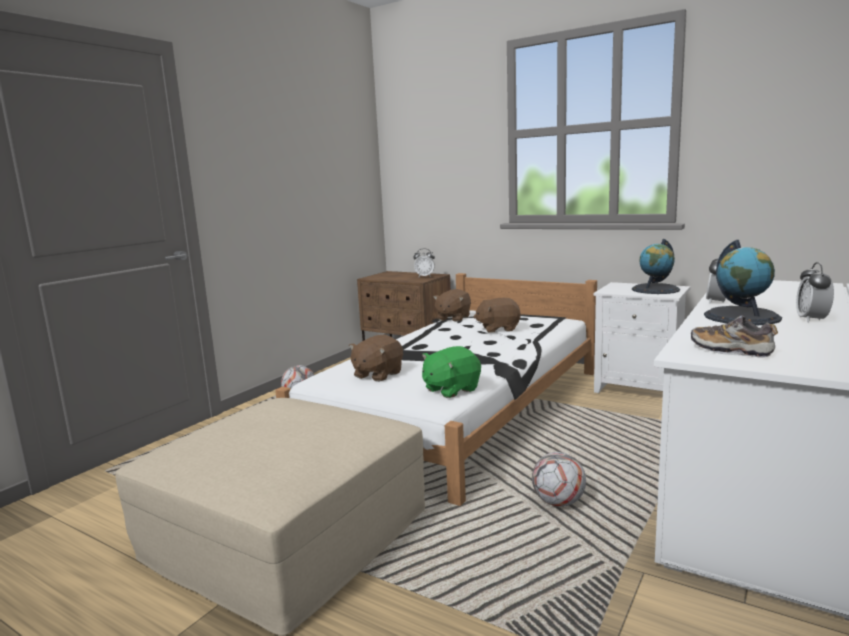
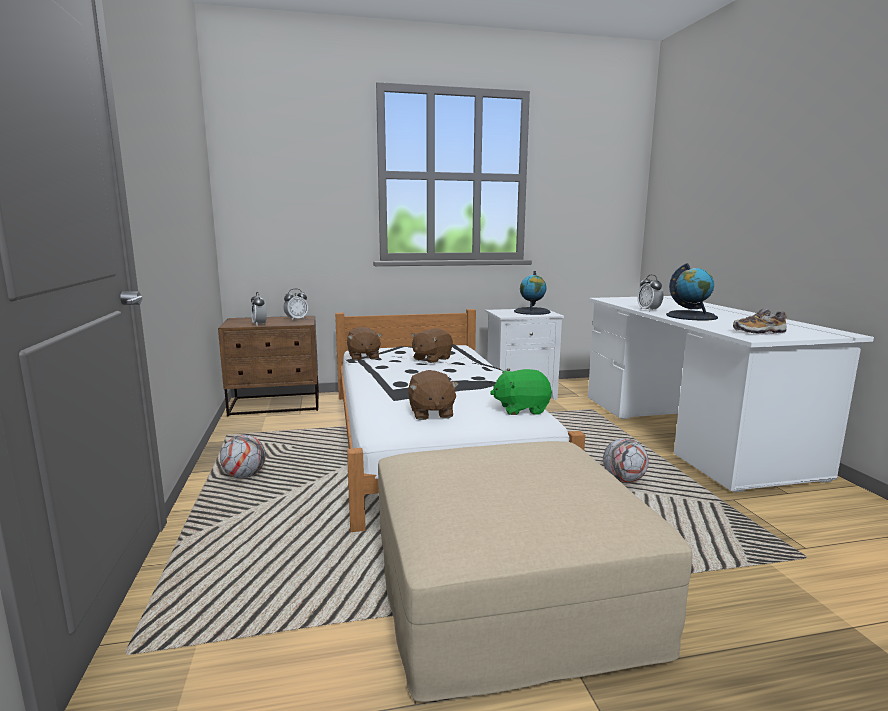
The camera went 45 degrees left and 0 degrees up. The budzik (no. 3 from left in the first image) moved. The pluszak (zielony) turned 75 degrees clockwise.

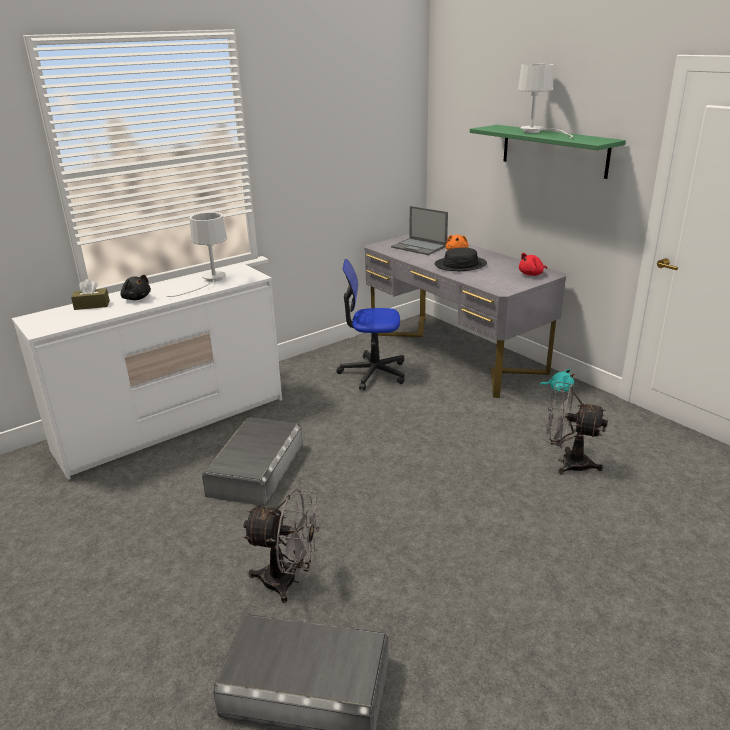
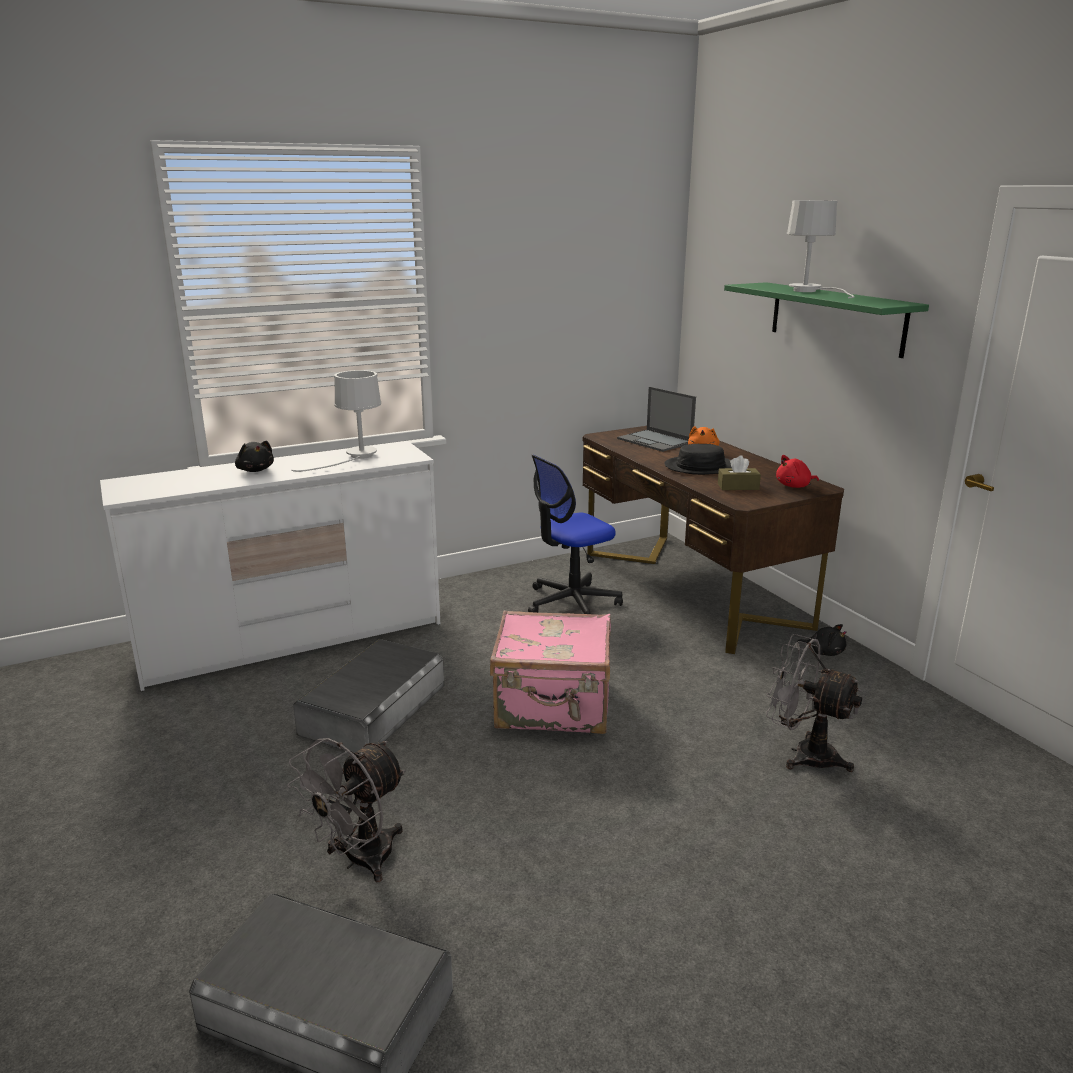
The camera went 10 degrees right and 5 degrees down. The biurko (szary) became the biurko (brązowy). The krzesło biurowe turned 45 degrees counterclockwise. The pudełko chusteczek (brązowy) moved. The pluszak (turkusowy) became the pluszak (czarny) (no. 2 from left). The wentylator (szary) (no. 1 from left) turned 105 degrees clockwise. The walizka (różowy) appeared.

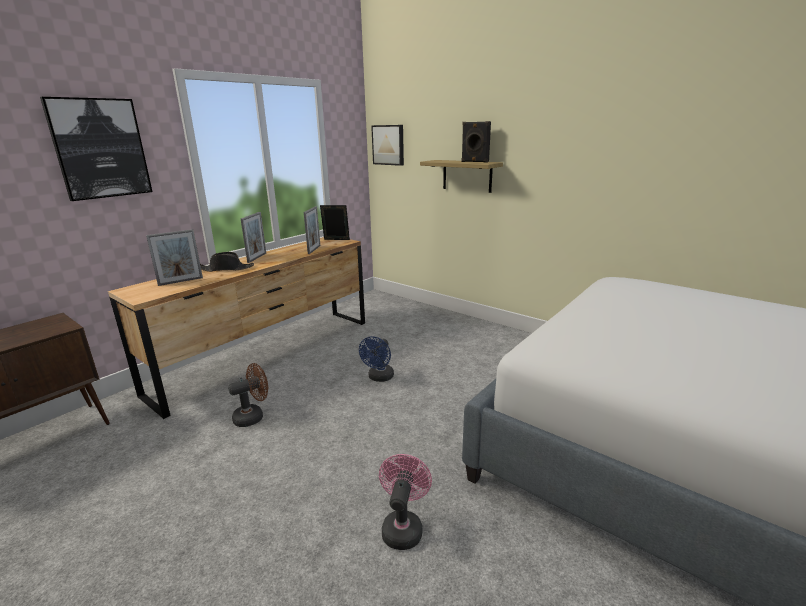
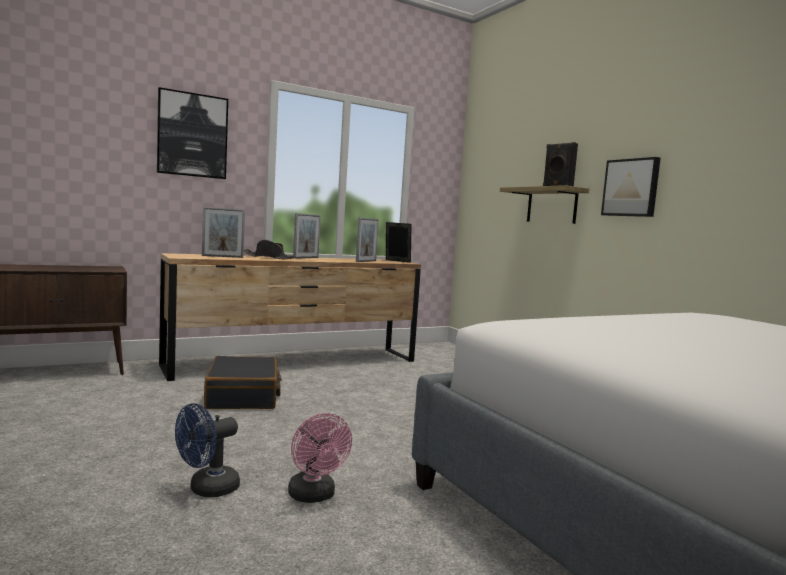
The camera went 20 degrees right and 15 degrees down. The obraz (no. 2 from left) moved. The wentylator (niebieski) moved. The wentylator (brązowy) was replaced by the walizka (czarny). The wentylator (różowy) turned 120 degrees clockwise.

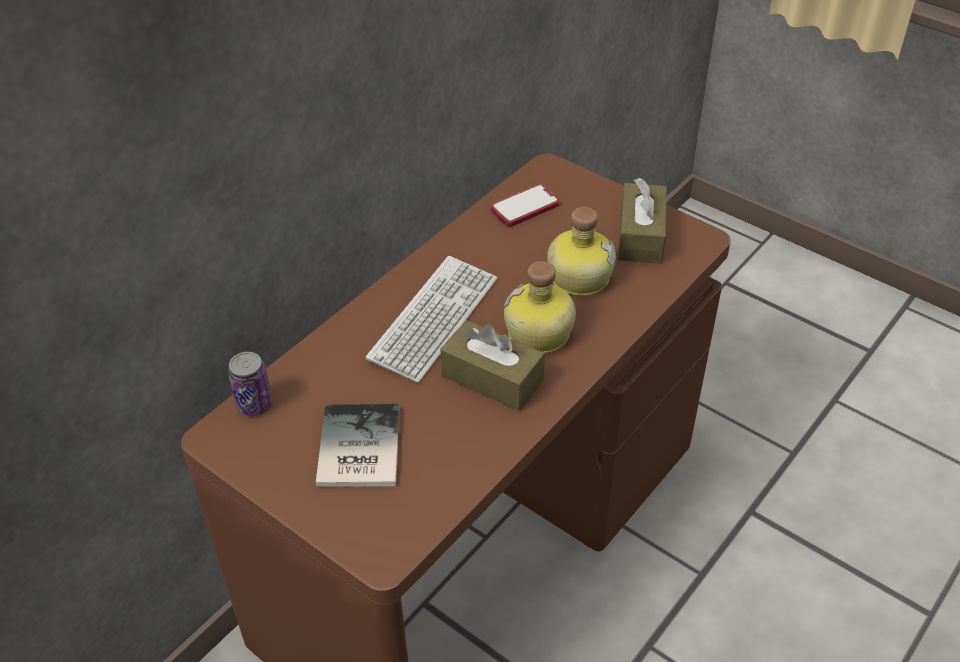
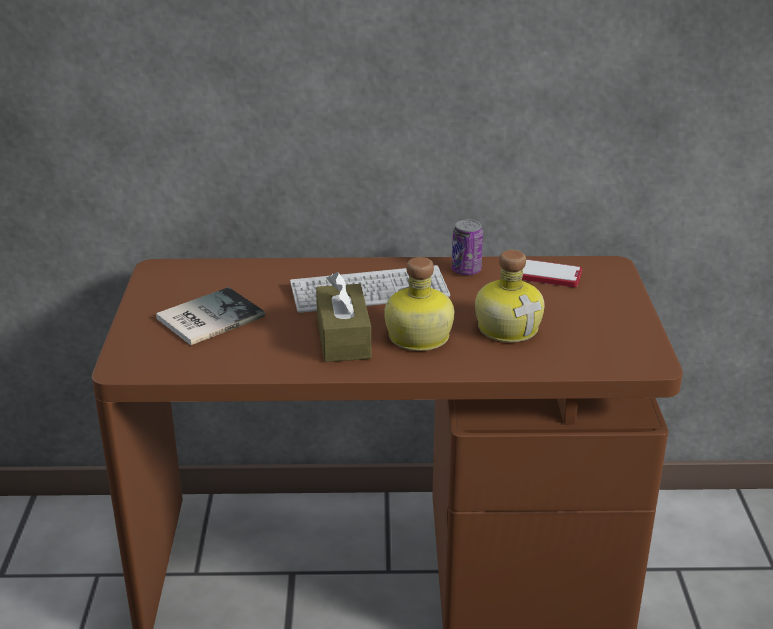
The camera went 50 degrees right and 15 degrees down. The pudełko chusteczek (brązowy) (no. 2 from left) disappeared. The puszka moved.

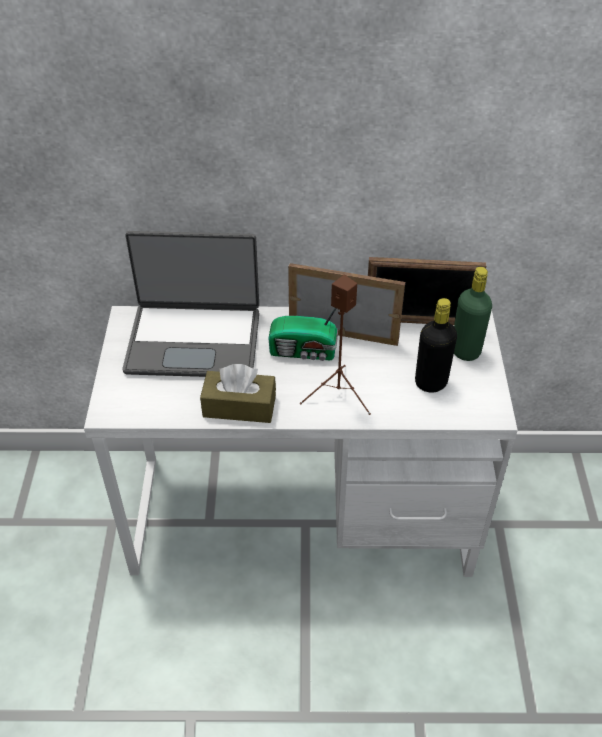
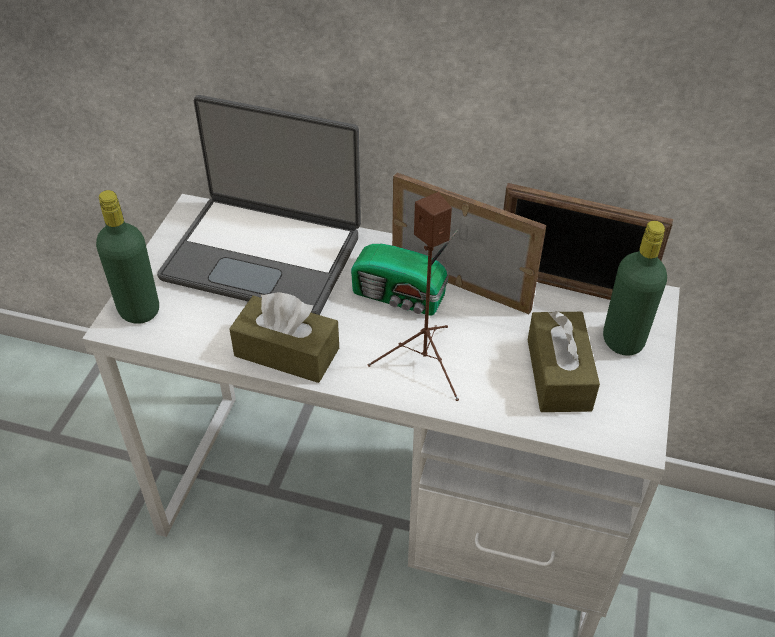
The camera went 15 degrees right and 0 degrees up. The butelka (czarny) was replaced by the pudełko chusteczek (brązowy) (no. 2 from left). The butelka (zielony) (no. 1 from left) appeared.

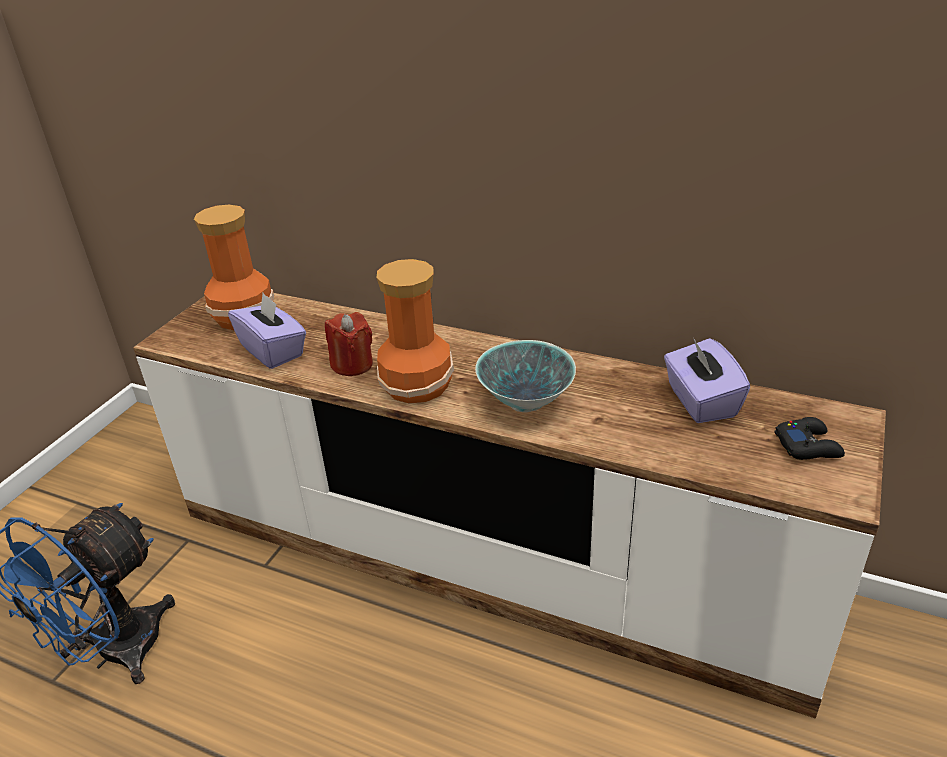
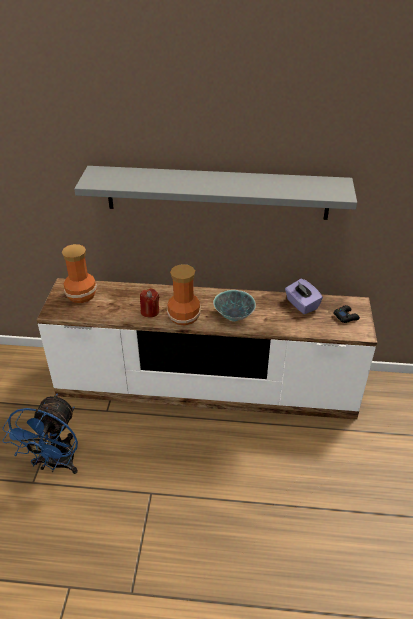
The camera went 20 degrees left and 5 degrees up. The pudełko chusteczek (fioletowy) (no. 1 from left) disappeared. The półka (szary) appeared.

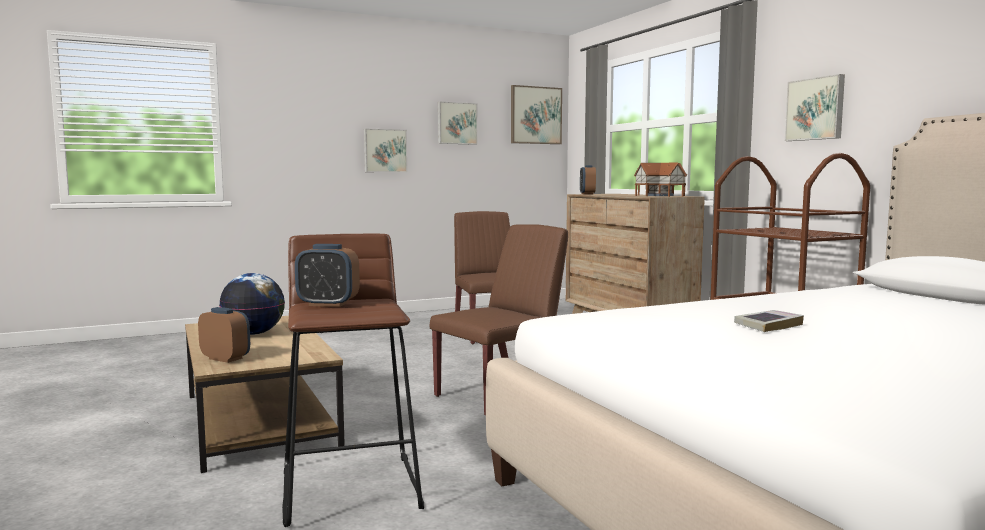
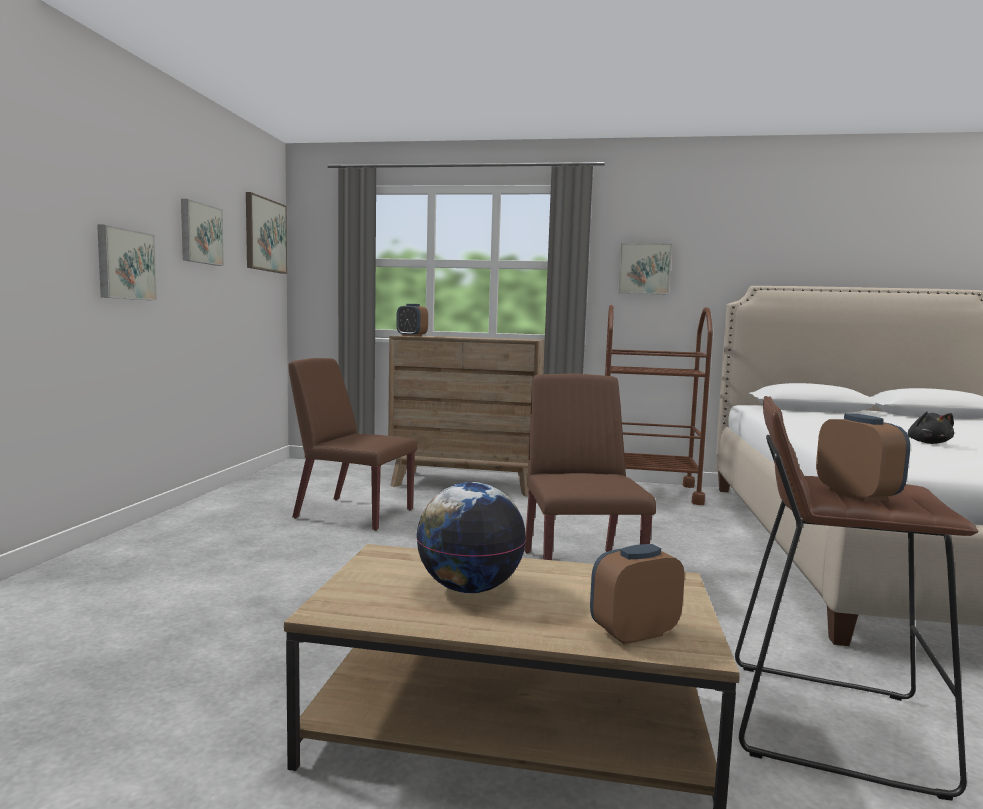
The camera went 55 degrees left and 0 degrees up. The domek disappeared. The budzik (no. 2 from left in the first image) turned 60 degrees counterclockwise. The książka was replaced by the pluszak (czarny).

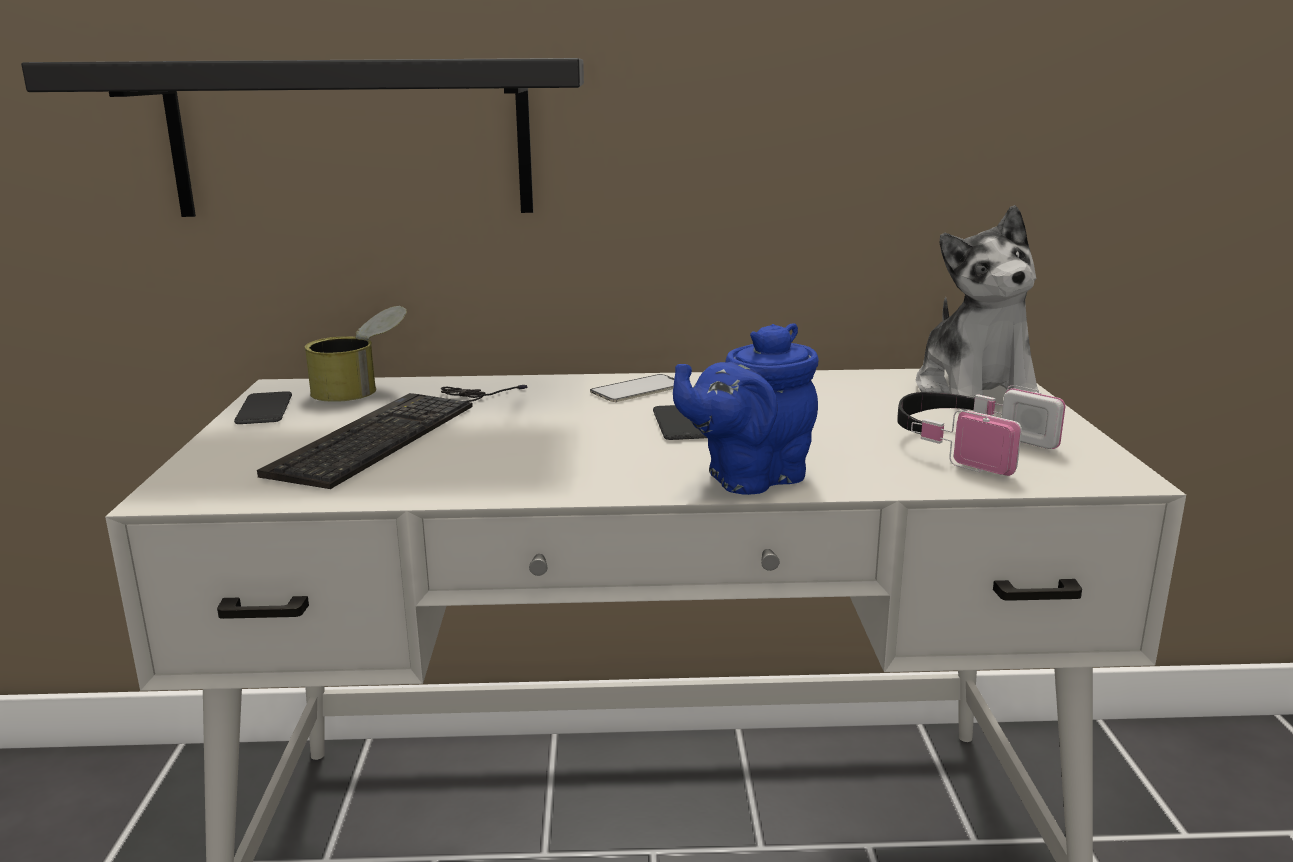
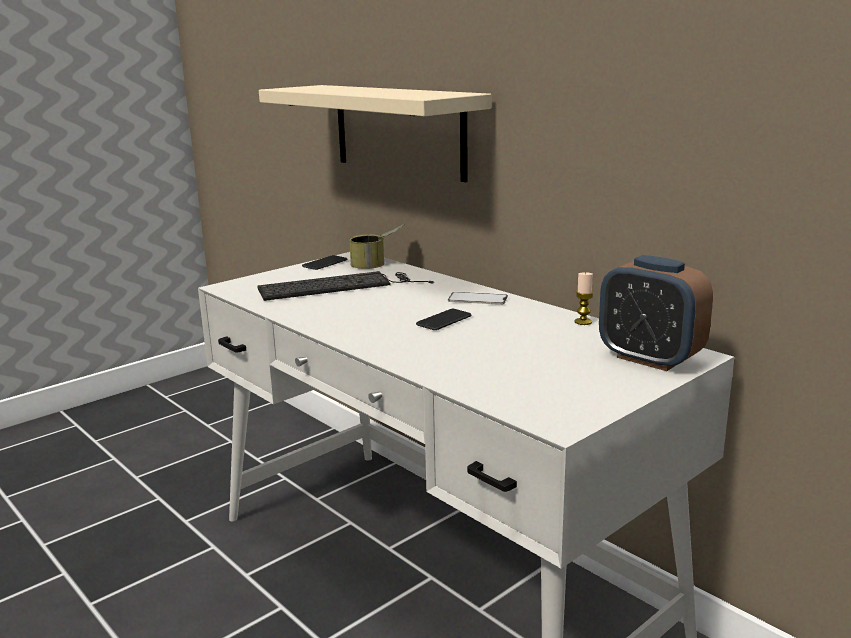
The camera went 50 degrees right and 0 degrees up. The półka (czarny) became the półka (beżowy). The pluszak was replaced by the budzik. The imbryk (niebieski) disappeared. The słuchawki disappeared. The świeca appeared.

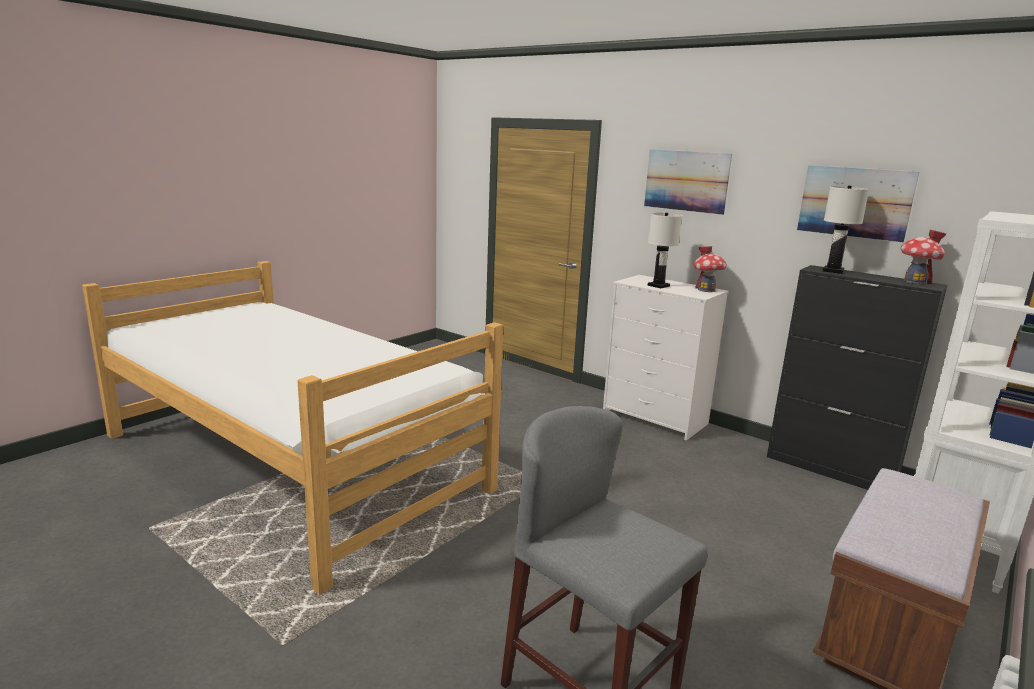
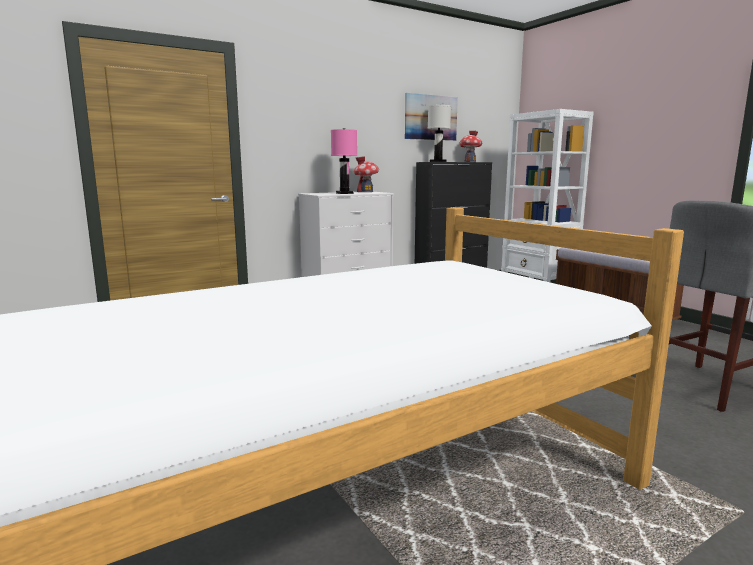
The camera went 70 degrees left and 5 degrees down. The obraz (no. 1 from left) disappeared. The lampa stołowa (biały) (no. 1 from left) became the lampa stołowa (różowy).

